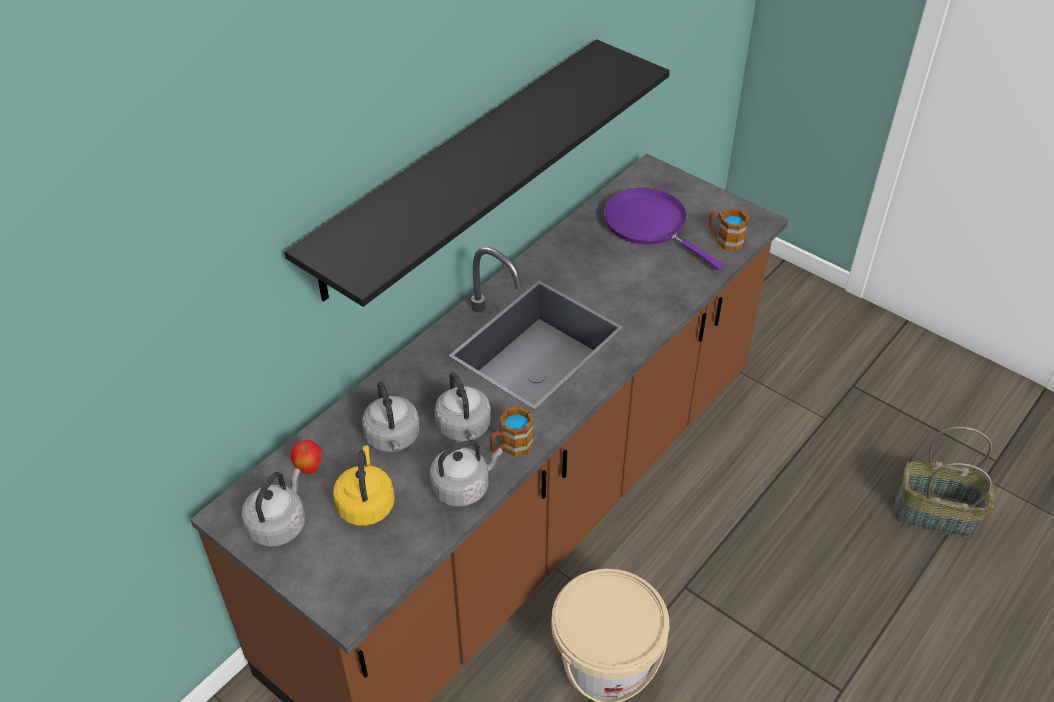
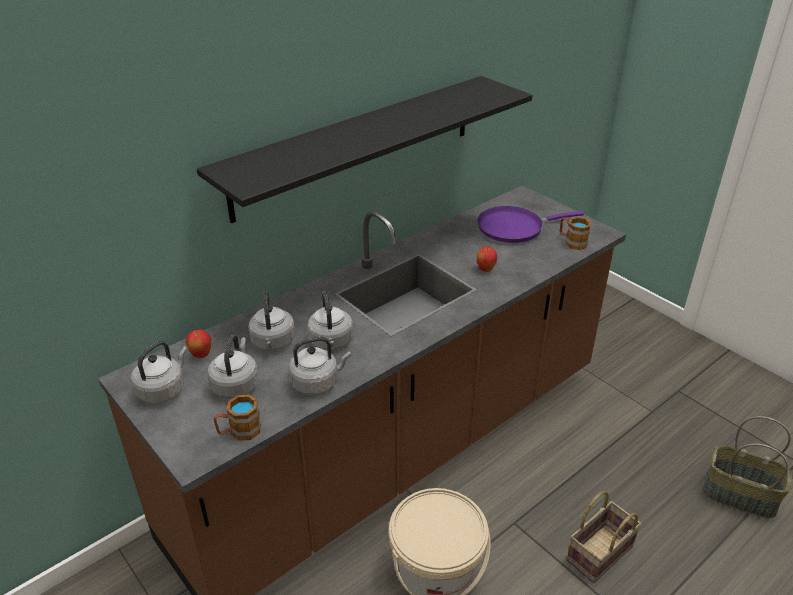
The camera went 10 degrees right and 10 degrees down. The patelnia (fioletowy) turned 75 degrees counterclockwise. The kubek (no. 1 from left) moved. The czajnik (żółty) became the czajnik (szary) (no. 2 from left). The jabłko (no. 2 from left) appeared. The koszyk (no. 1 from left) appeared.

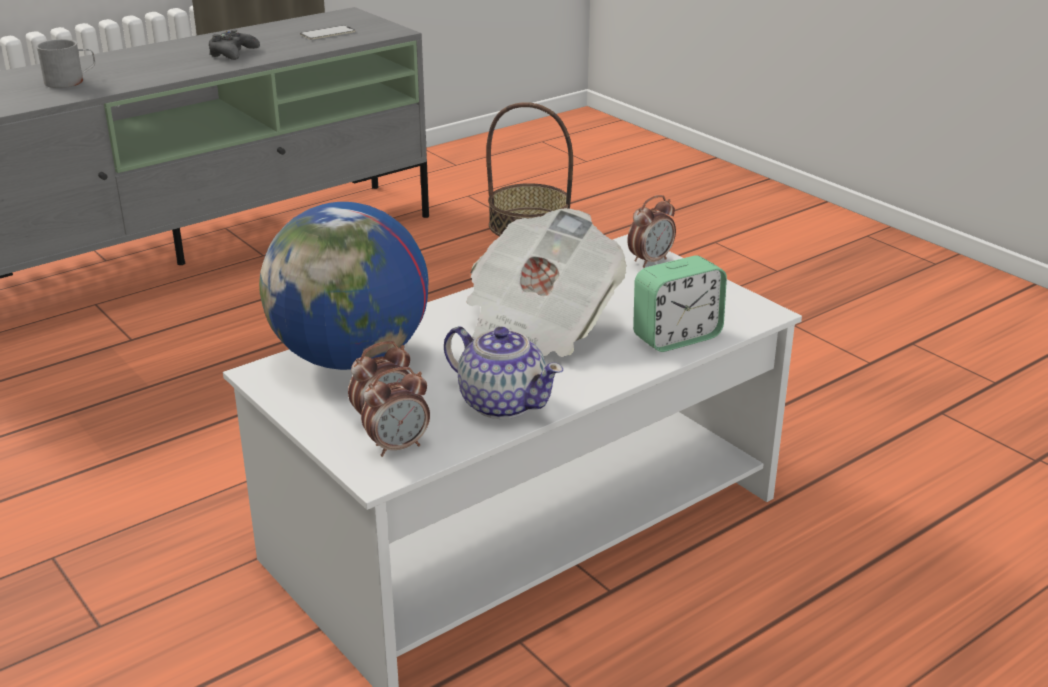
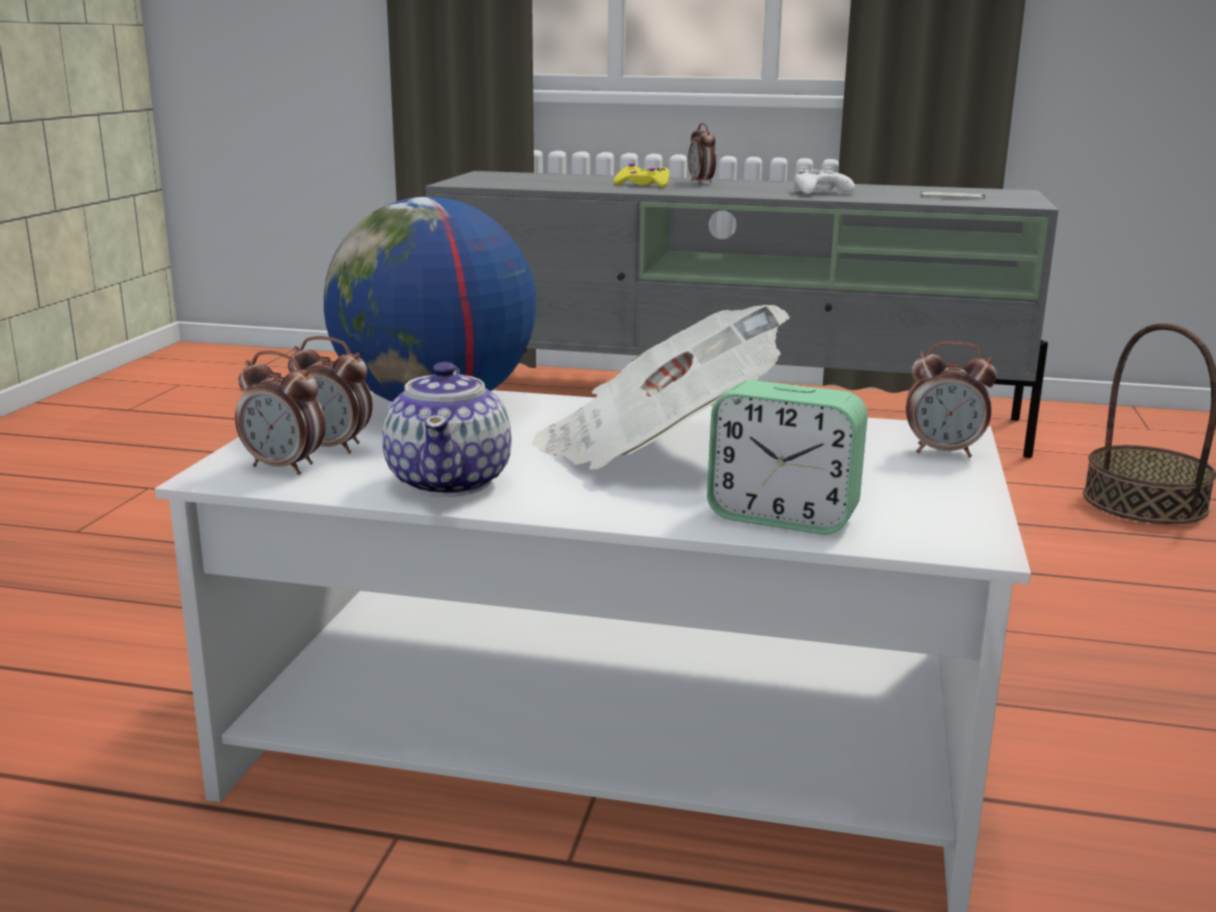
The camera went 50 degrees right and 10 degrees down. The pad do gier (czarny) became the pad do gier (biały). The kubek (szary) was replaced by the pad do gier (żółty). The budzik (no. 3 from left) appeared.

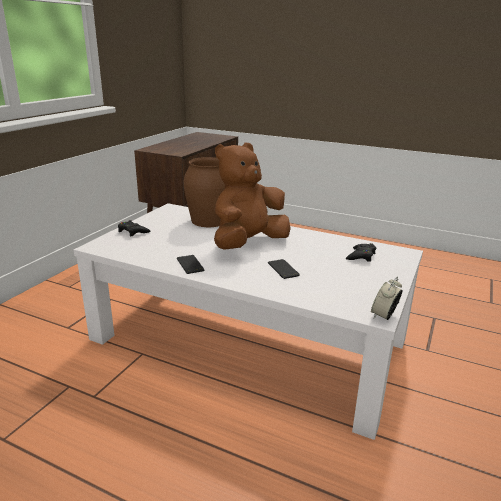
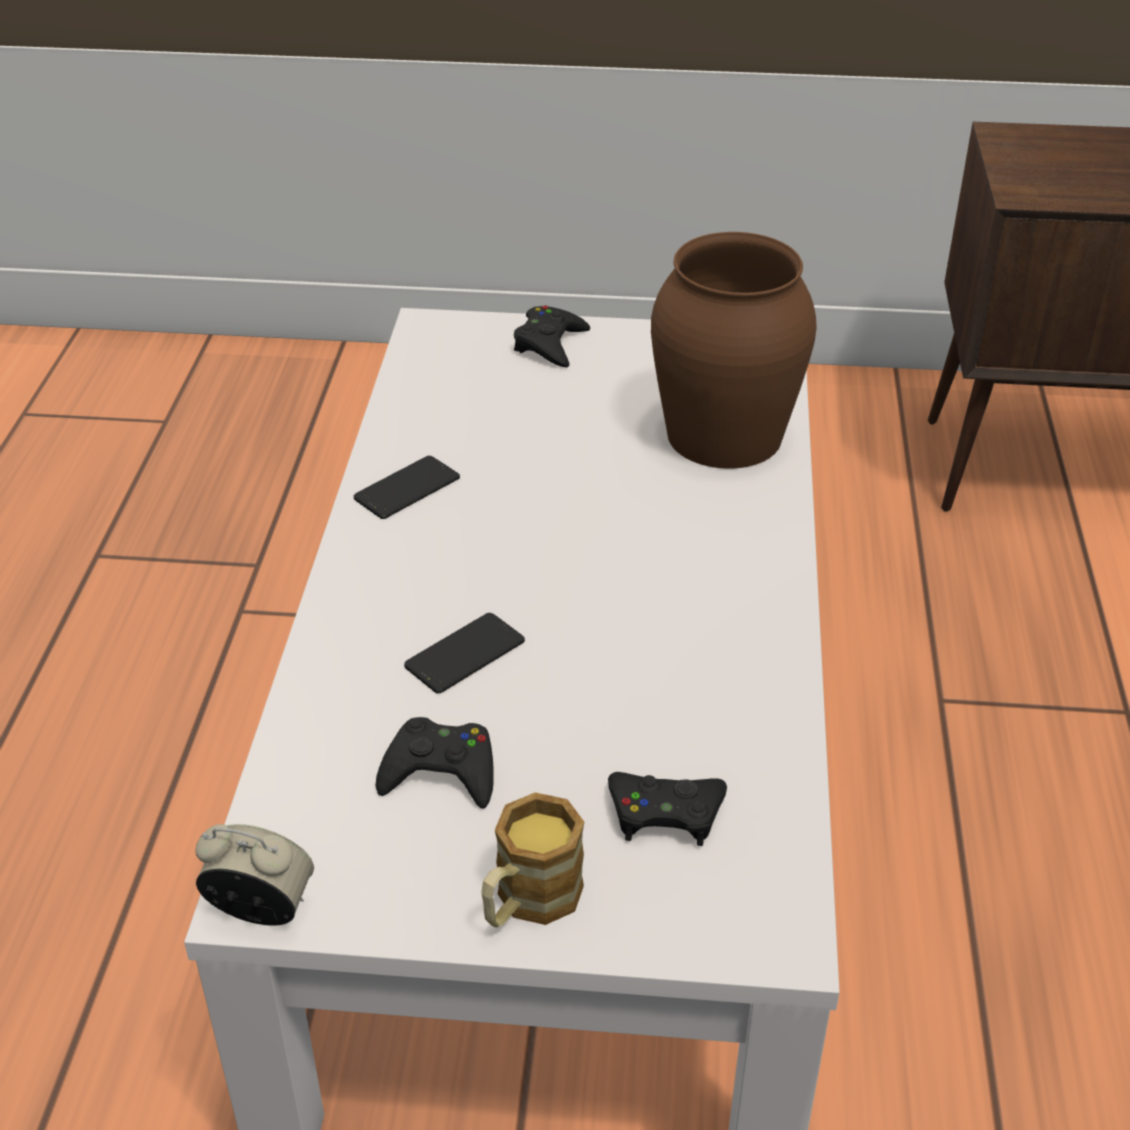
The camera went 70 degrees right and 15 degrees up. The pluszak (brązowy) disappeared. The pad do gier (czarny) (no. 1 from left) appeared. The kubek appeared.

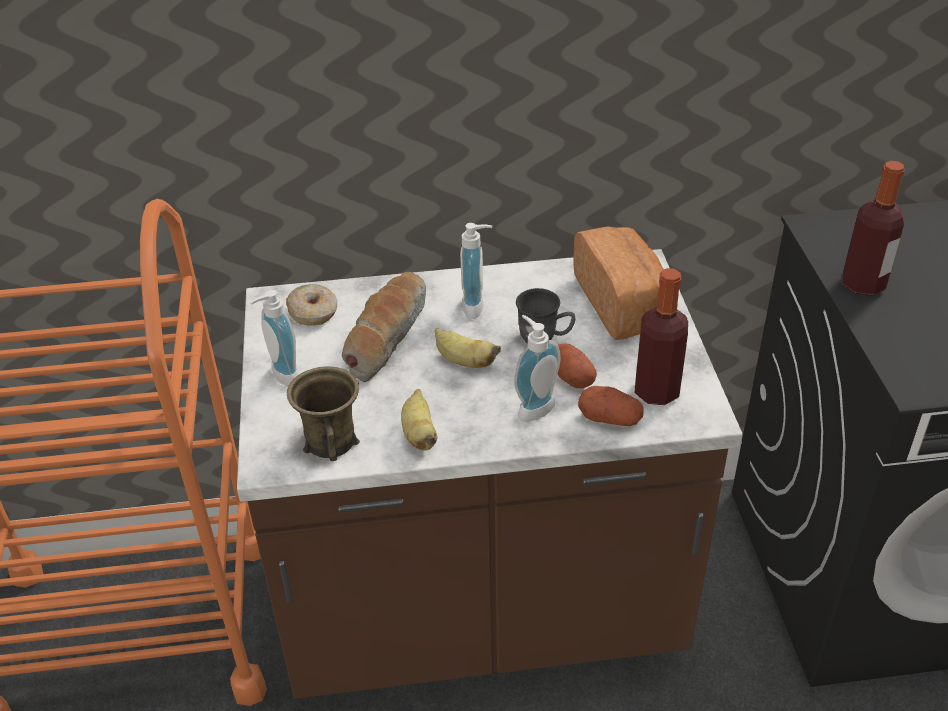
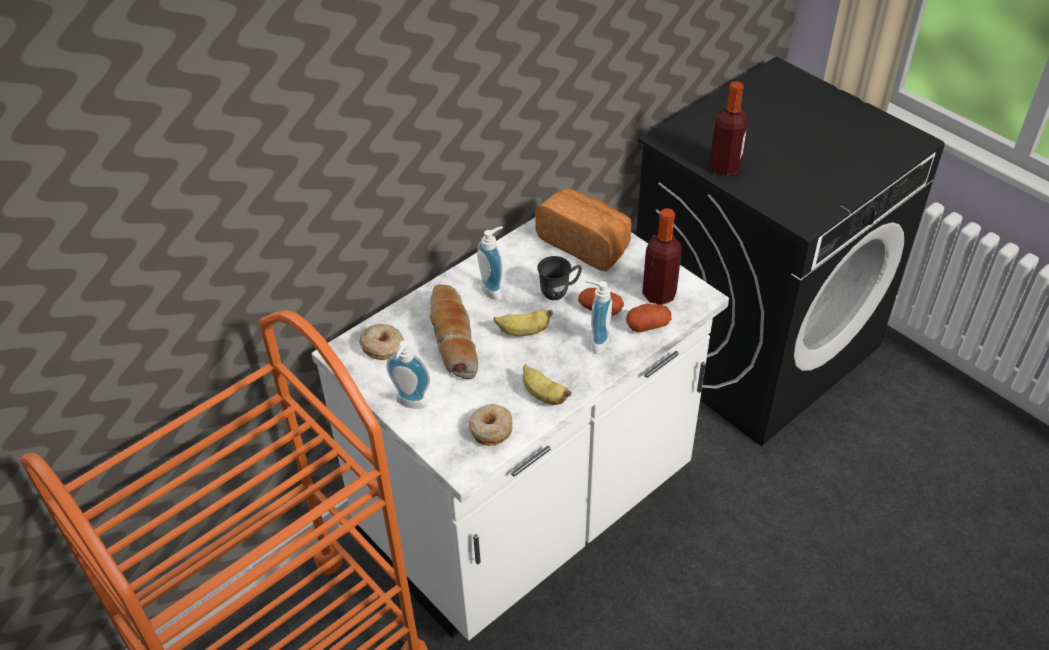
The camera went 35 degrees left and 5 degrees up. The zabudowa kuchenna (brązowy) became the zabudowa kuchenna (biały). The kubek (brązowy) was replaced by the donut (no. 2 from left).

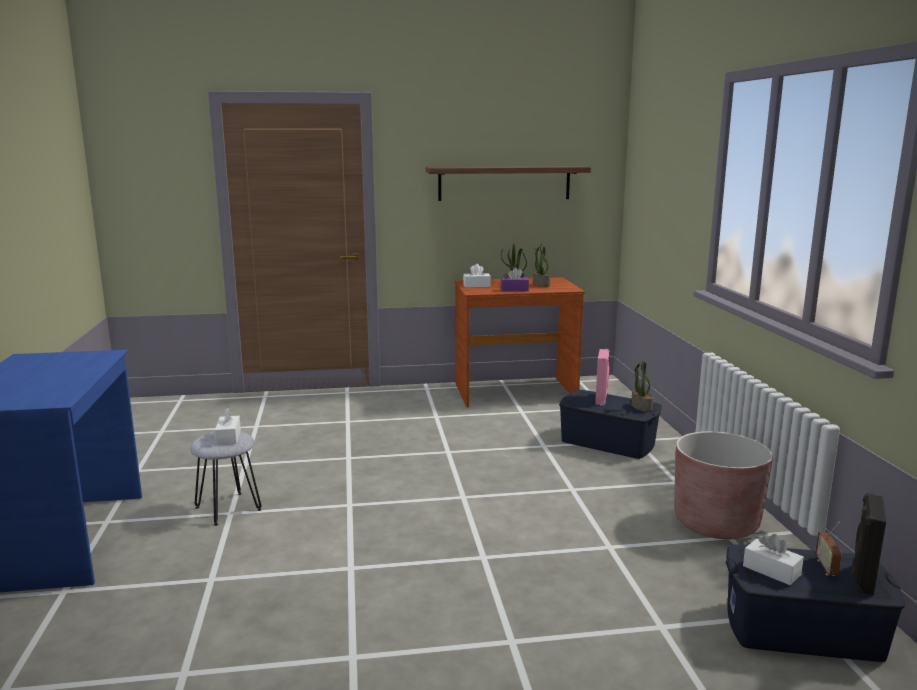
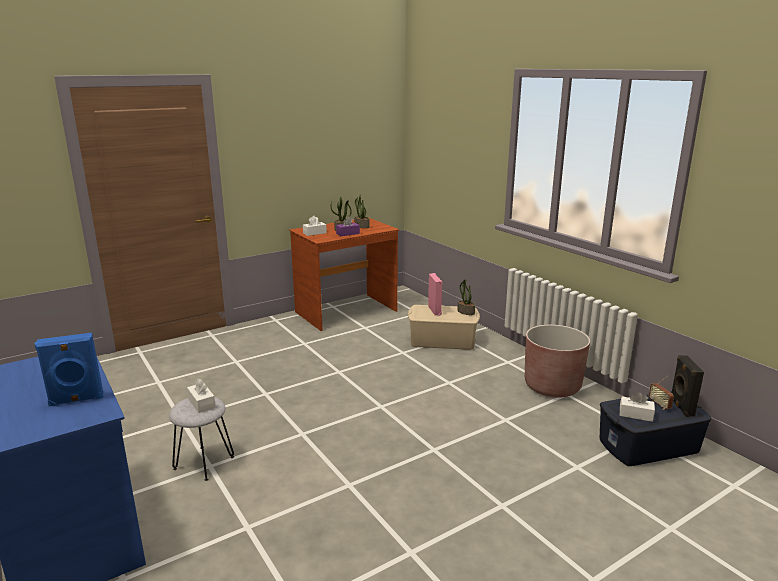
The camera went 25 degrees left and 5 degrees up. The półka disappeared. The pojemnik do przechowywania (niebieski) (no. 1 from left) became the pojemnik do przechowywania (beżowy). The głośnik (niebieski) appeared.

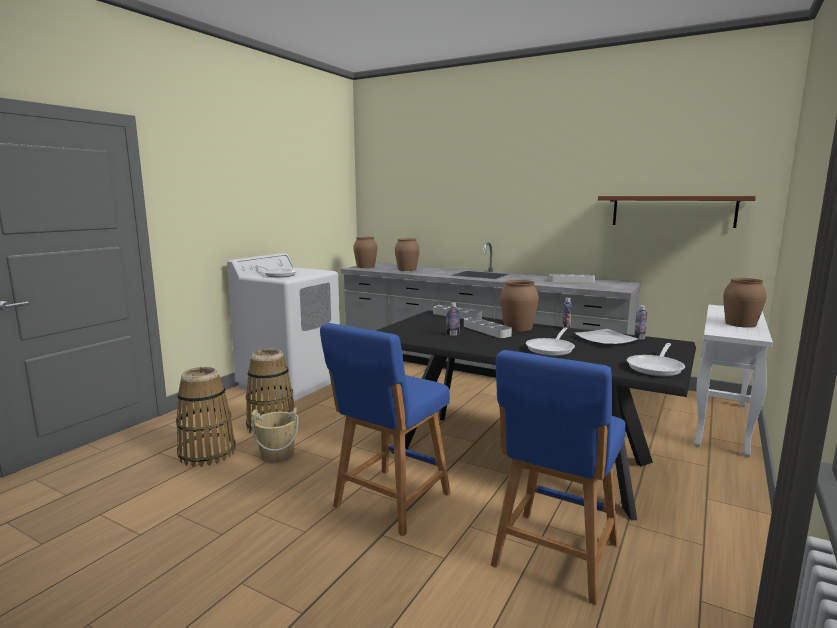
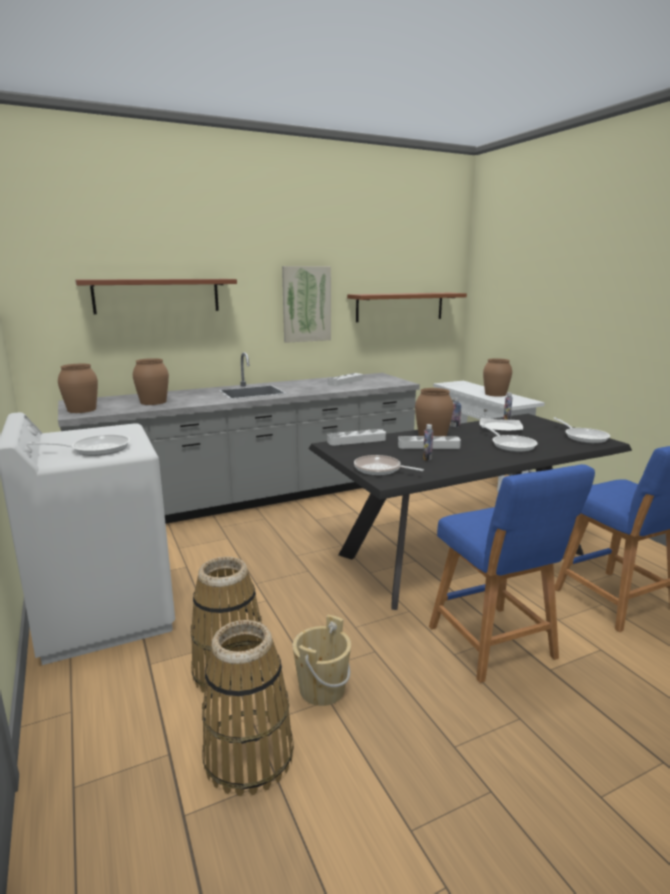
The camera went 55 degrees left and 5 degrees up. The obraz appeared. The półka (brązowy) (no. 1 from left) appeared. The patelnia (no. 2 from left) appeared.

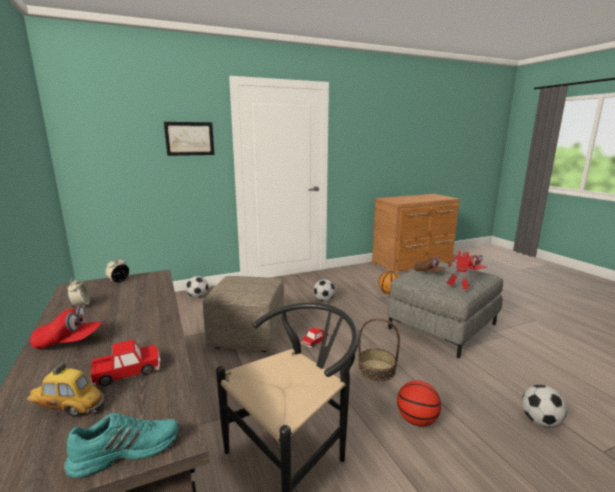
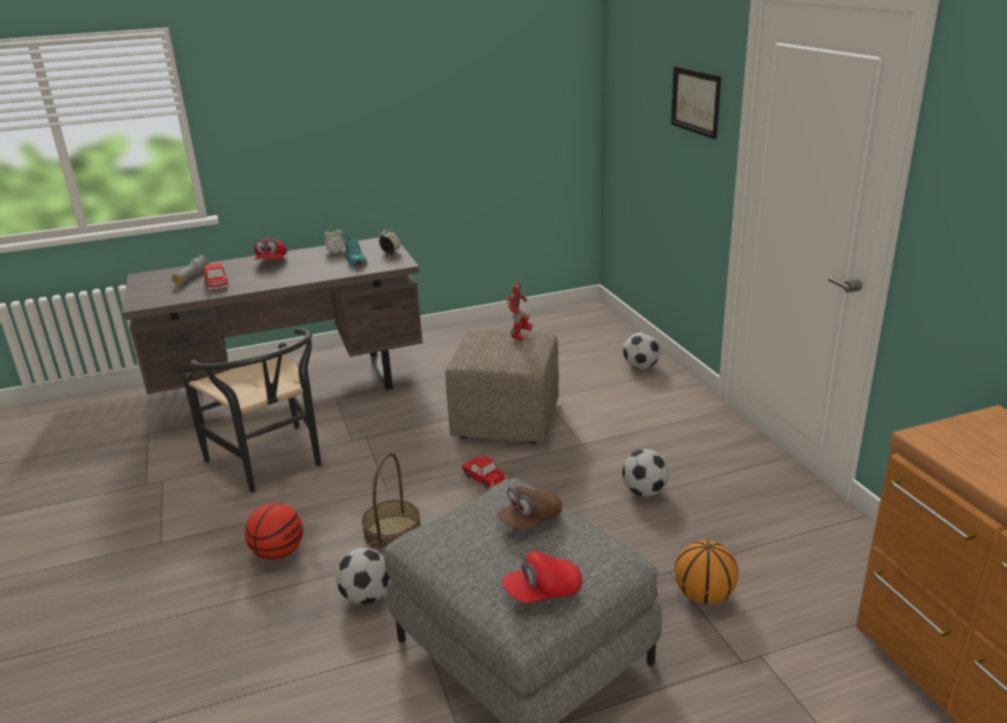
The camera went 95 degrees right and 10 degrees up. The robot zabawkowy moved. The samochodzik (no. 1 from left) was replaced by the latarka (szary). The piłka futbolowa (no. 3 from left in the first image) moved. The but (turkusowy) moved.

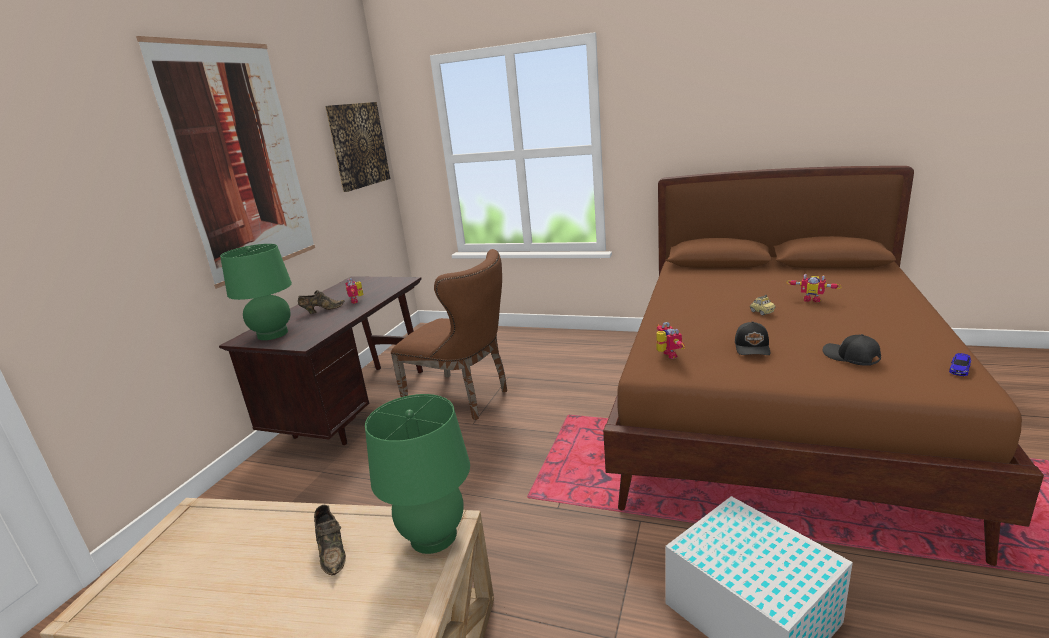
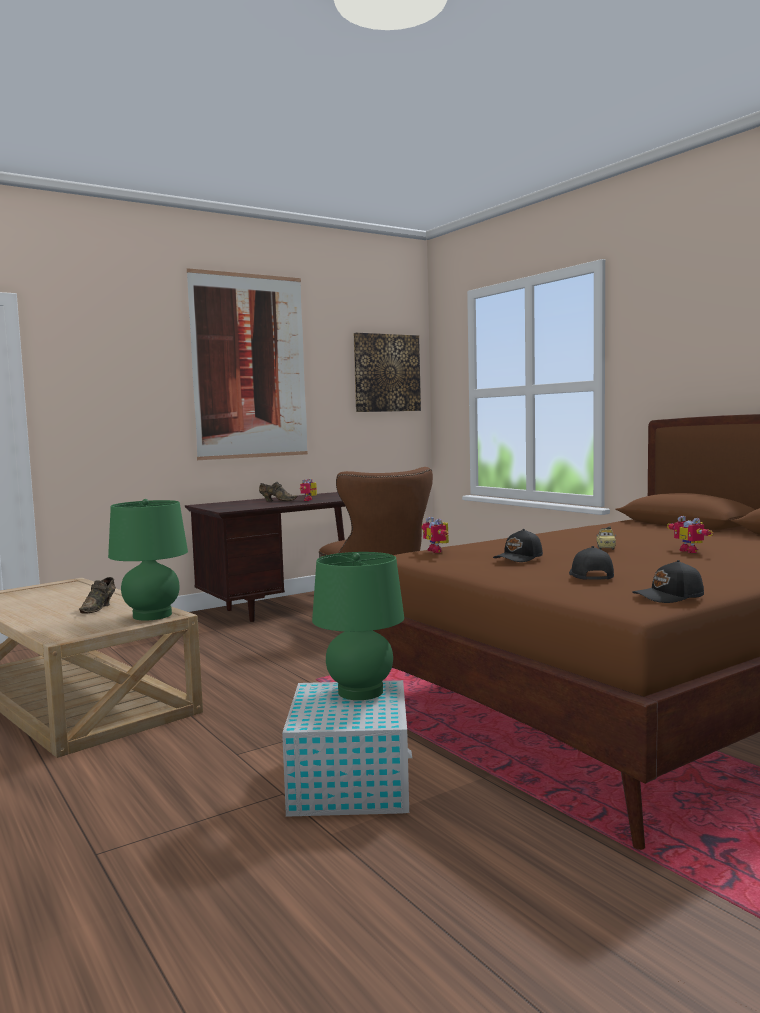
The camera went 35 degrees right and 15 degrees down. The lampa stołowa (zielony) (no. 1 from left in the first image) moved. The robot zabawkowy (no. 2 from left) turned 135 degrees clockwise. The samochodzik (no. 2 from left) was replaced by the czapka z daszkiem (czarny) (no. 3 from left).

